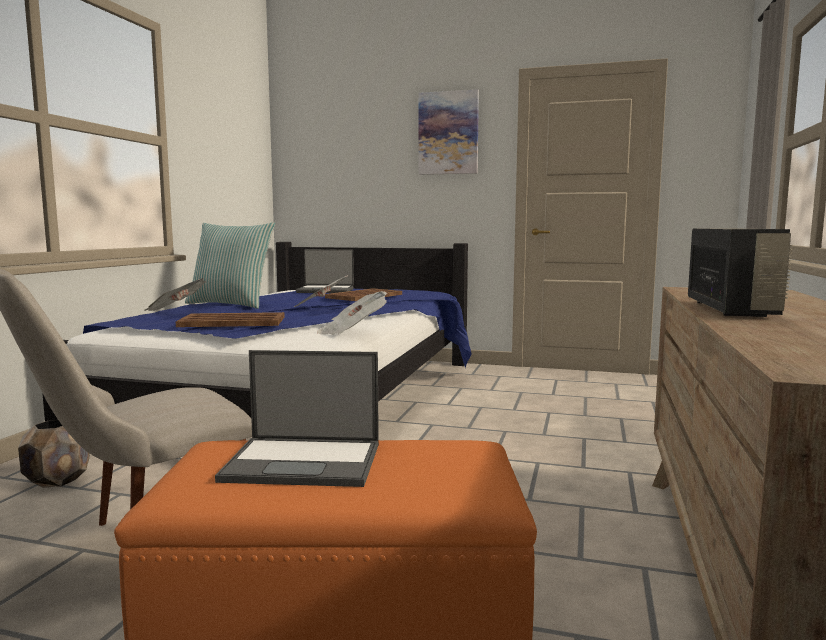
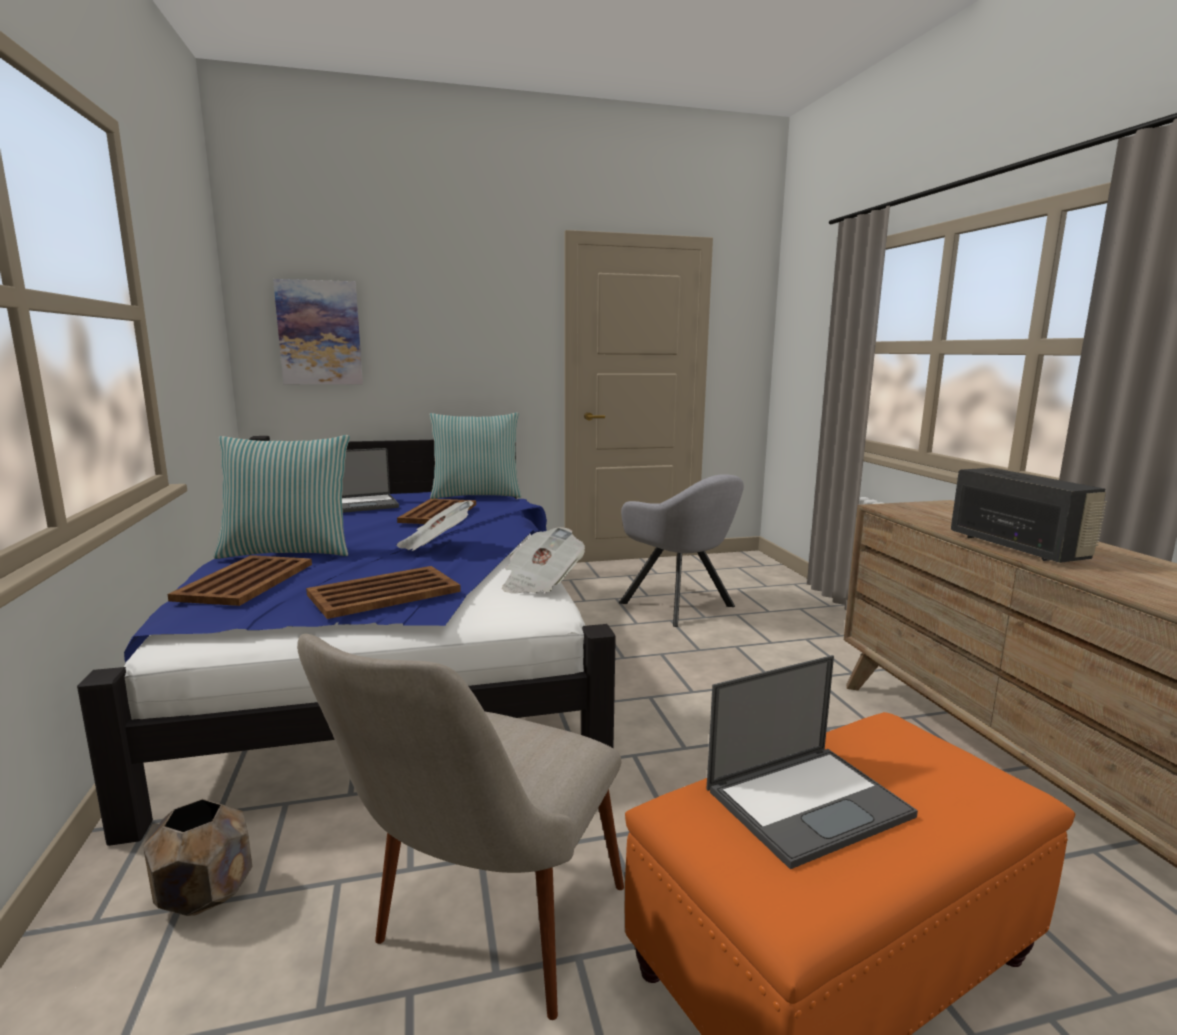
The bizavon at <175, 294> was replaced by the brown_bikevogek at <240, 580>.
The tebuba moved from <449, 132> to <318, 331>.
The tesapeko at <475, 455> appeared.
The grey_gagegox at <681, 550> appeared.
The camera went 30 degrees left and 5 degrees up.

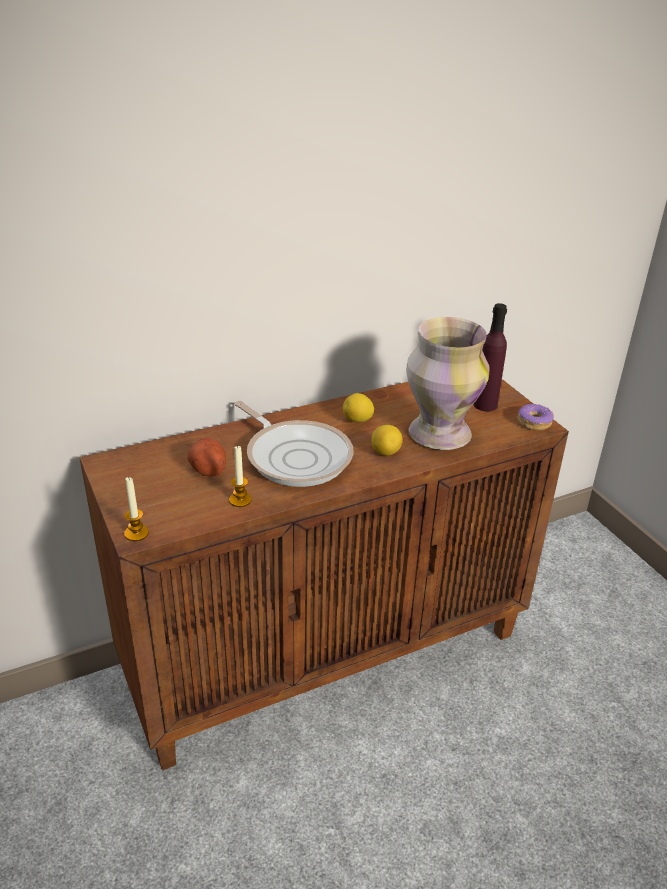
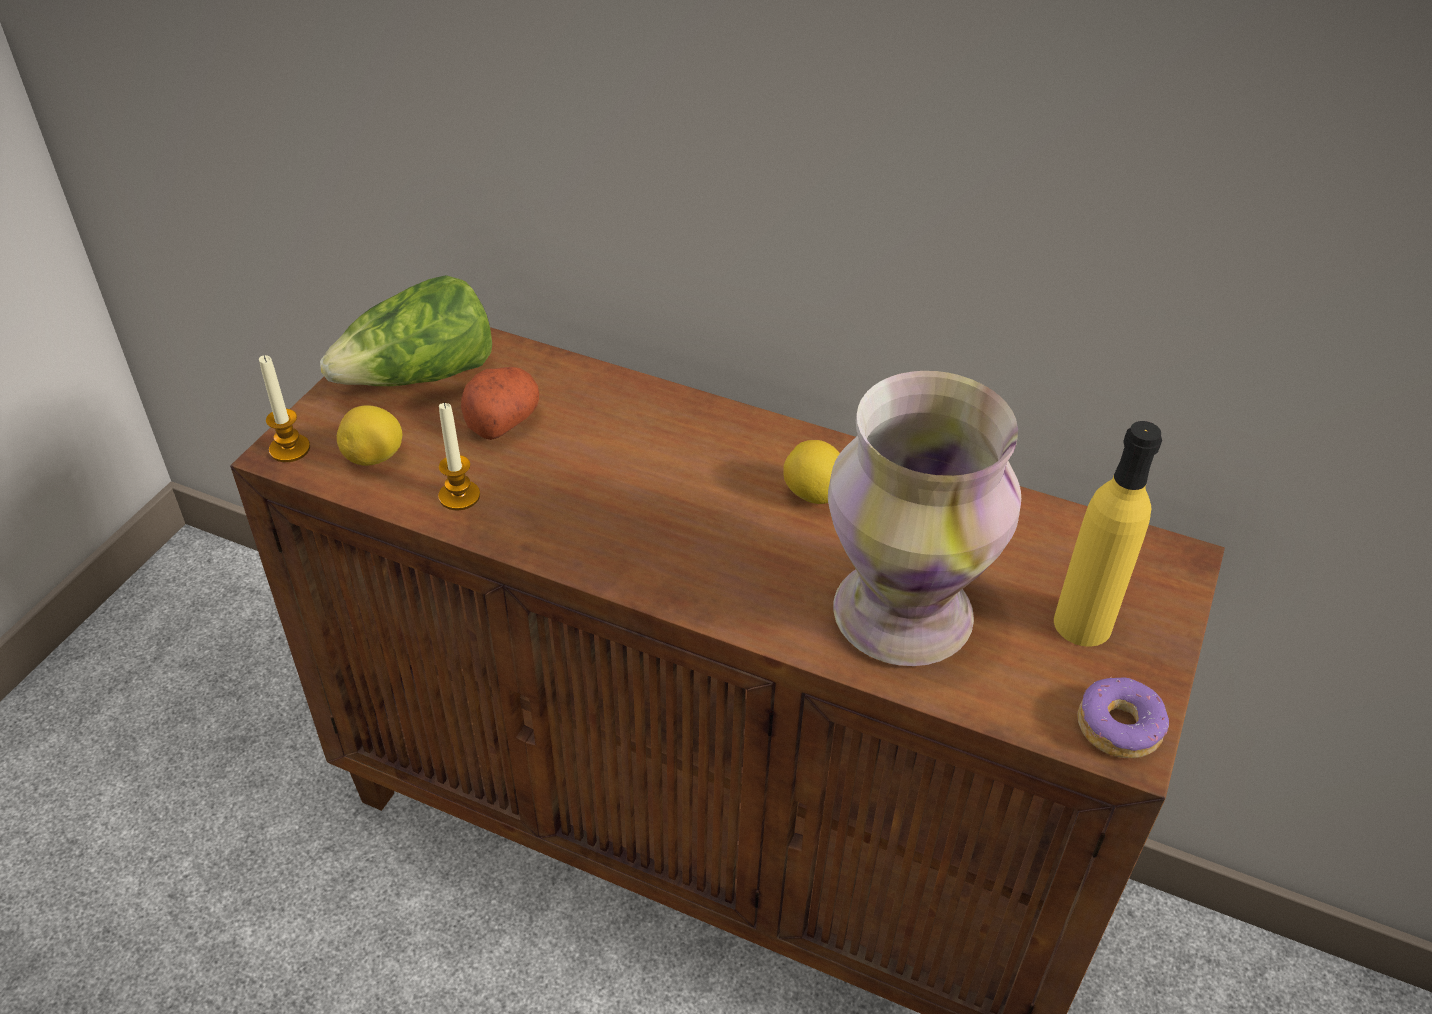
The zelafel at <406, 330> appeared.
The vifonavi moved from <387, 440> to <370, 435>.
The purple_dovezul at <490, 357> became the yellow_dovezul at <1108, 534>.
The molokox at <294, 444> disappeared.
The camera went 50 degrees right and 10 degrees up.

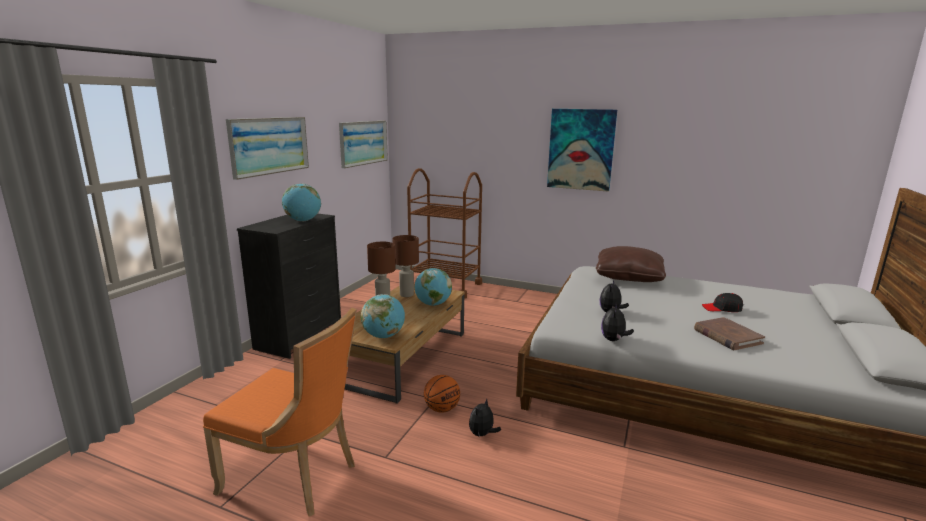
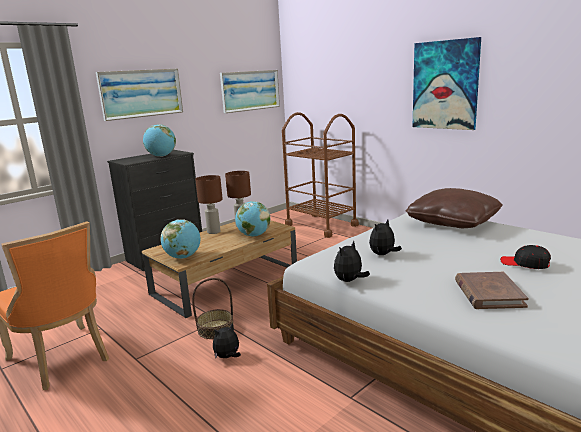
The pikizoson at <442, 394> was replaced by the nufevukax at <213, 308>.
The camera went 25 degrees right and 0 degrees up.

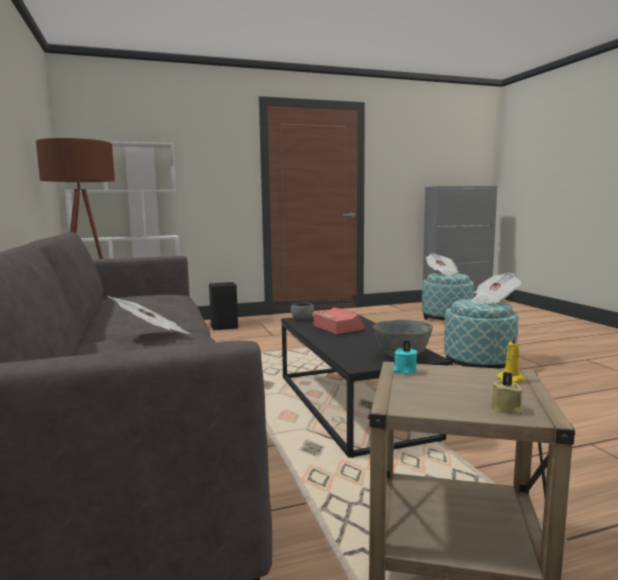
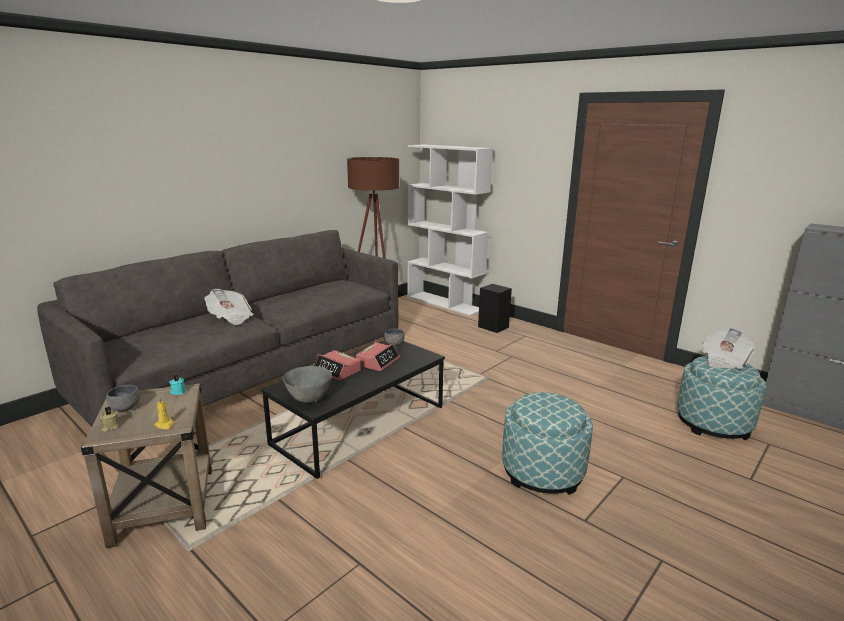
The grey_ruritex at <123, 398> appeared.
The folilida at <337, 365> appeared.
The bizavon at <496, 288> disappeared.
The camera went 60 degrees right and 10 degrees up.

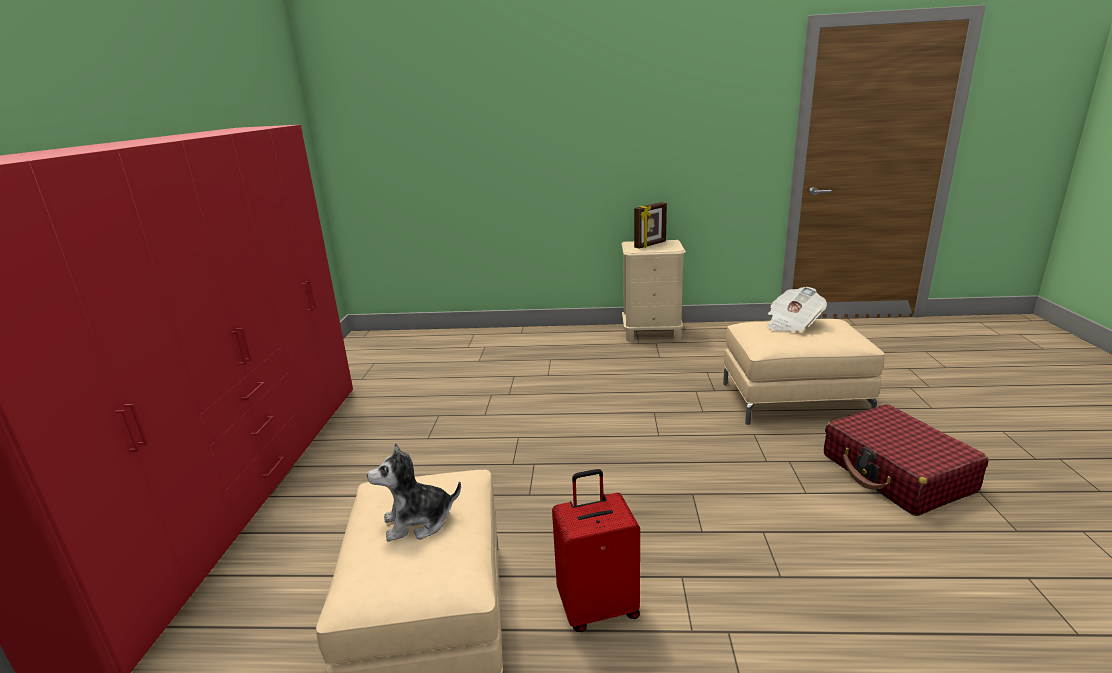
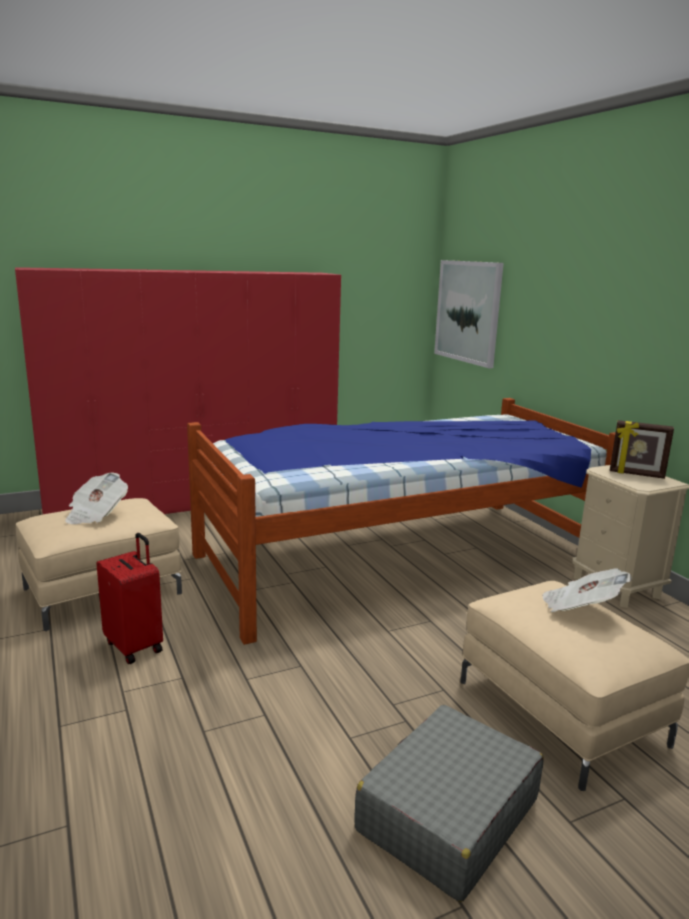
The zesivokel at <414, 492> was replaced by the bizavon at <96, 498>.
The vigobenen at <401, 521> appeared.
The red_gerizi at <906, 460> became the grey_gerizi at <449, 803>.
The tebuba at <469, 314> appeared.
The camera went 60 degrees right and 5 degrees down.

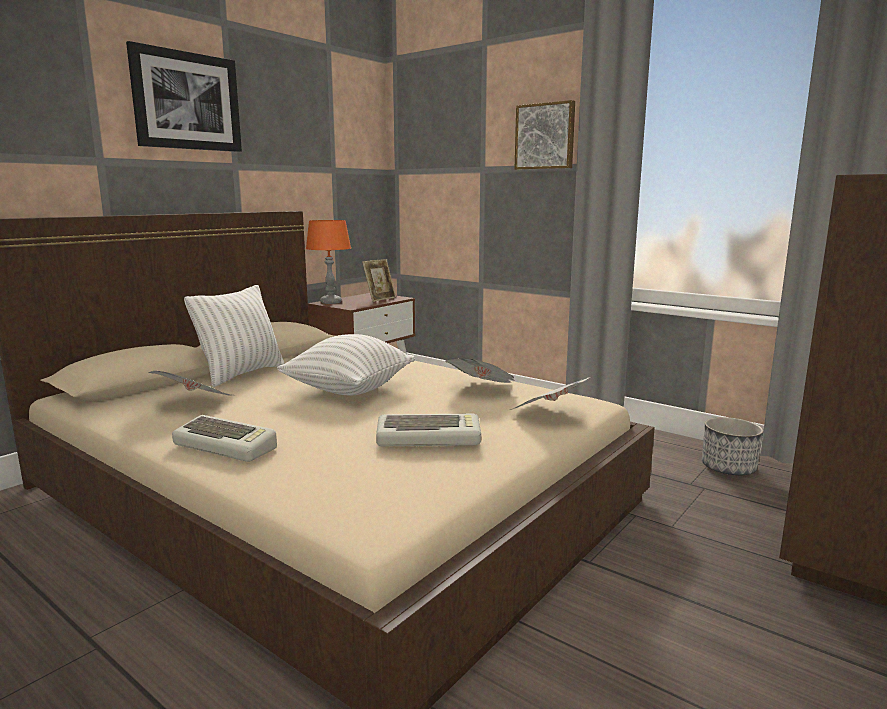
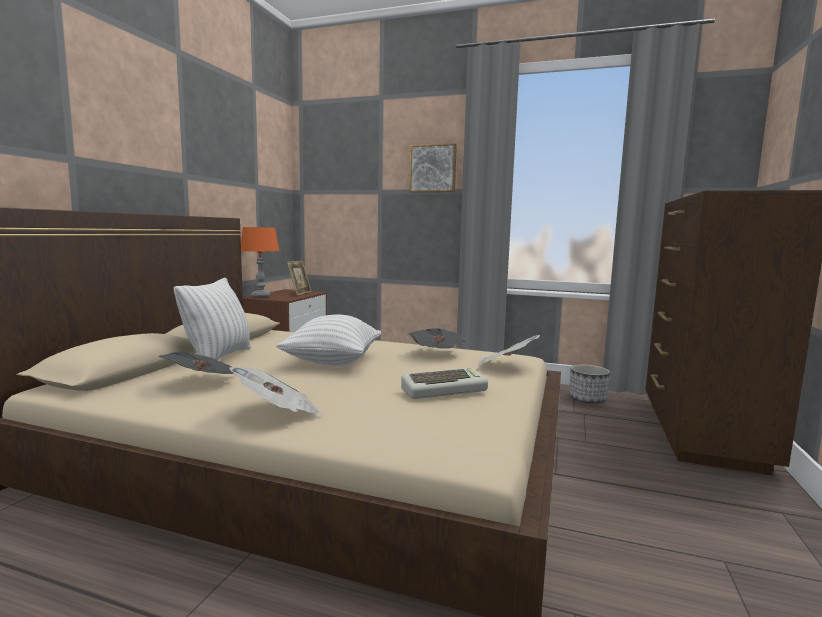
The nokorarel at <224, 438> was replaced by the bizavon at <275, 391>.
The tebuba at <184, 96> disappeared.
The camera went 20 degrees left and 5 degrees down.

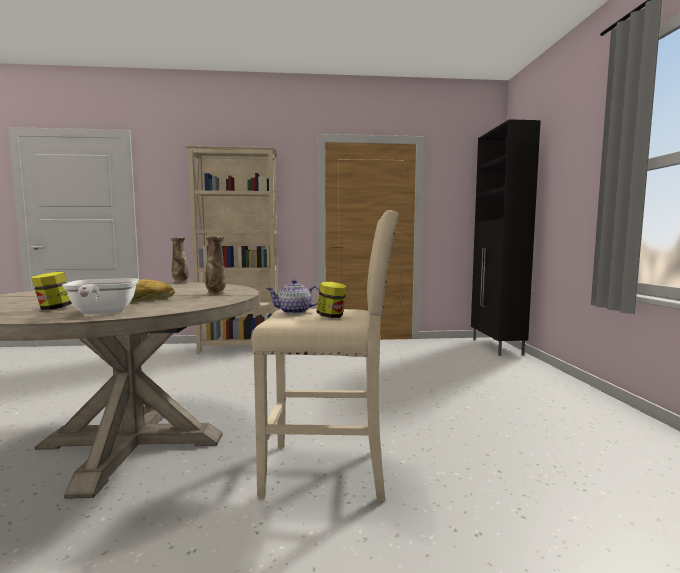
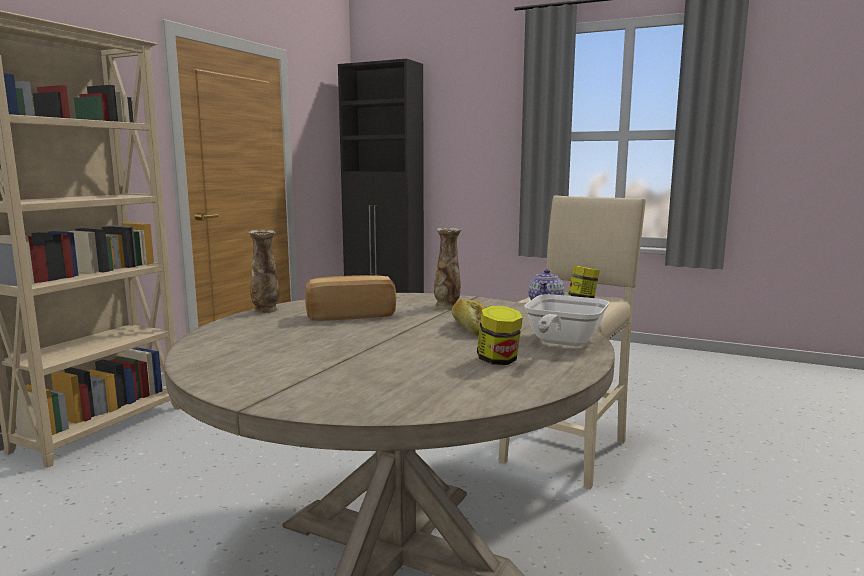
The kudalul at <351, 298> appeared.
The molokox at <100, 296> turned 105 degrees clockwise.
The camera went 60 degrees left and 5 degrees up.

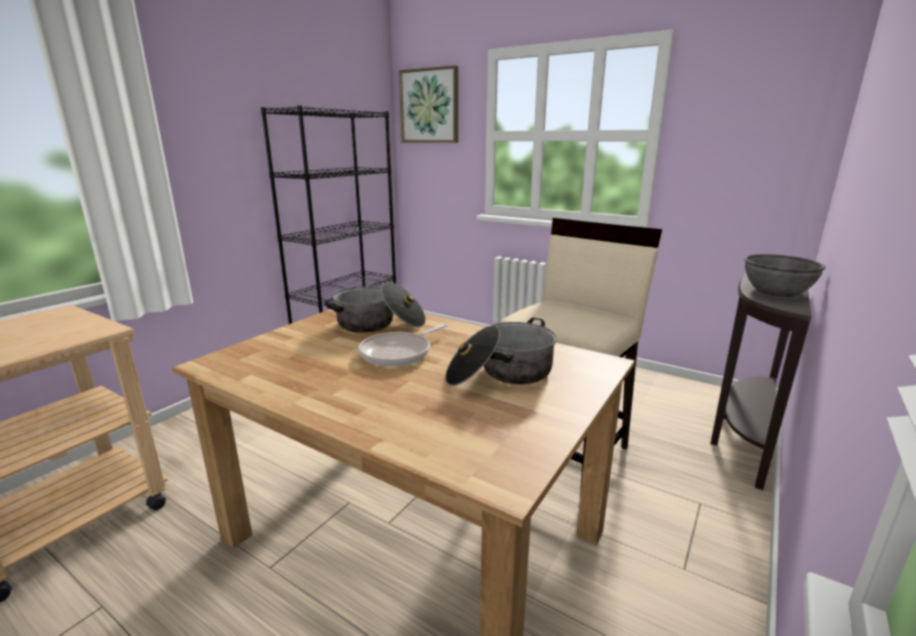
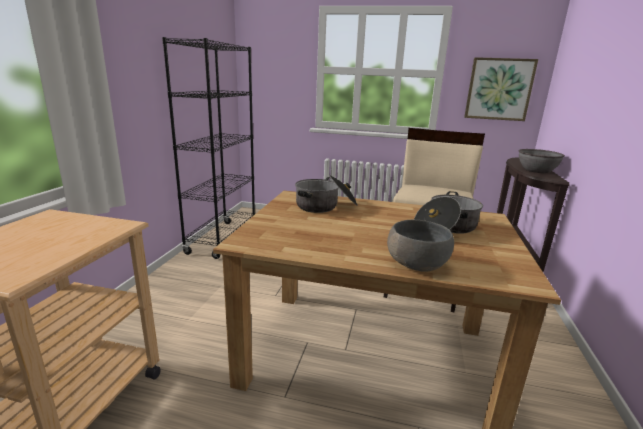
The grey_ruritex at <420, 246> appeared.
The tebuba moved from <428, 104> to <501, 89>.
The molokox at <403, 345> disappeared.
The camera went 20 degrees left and 0 degrees up.

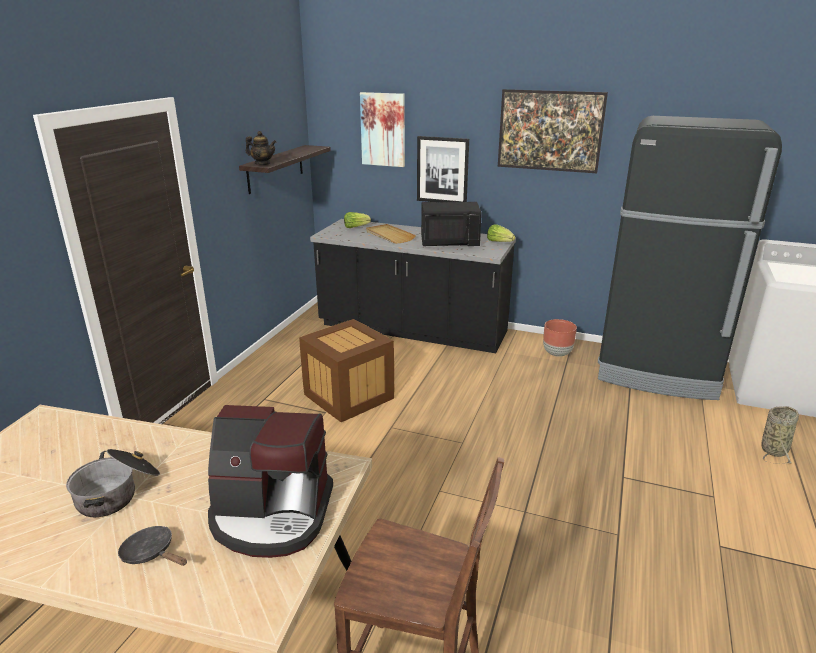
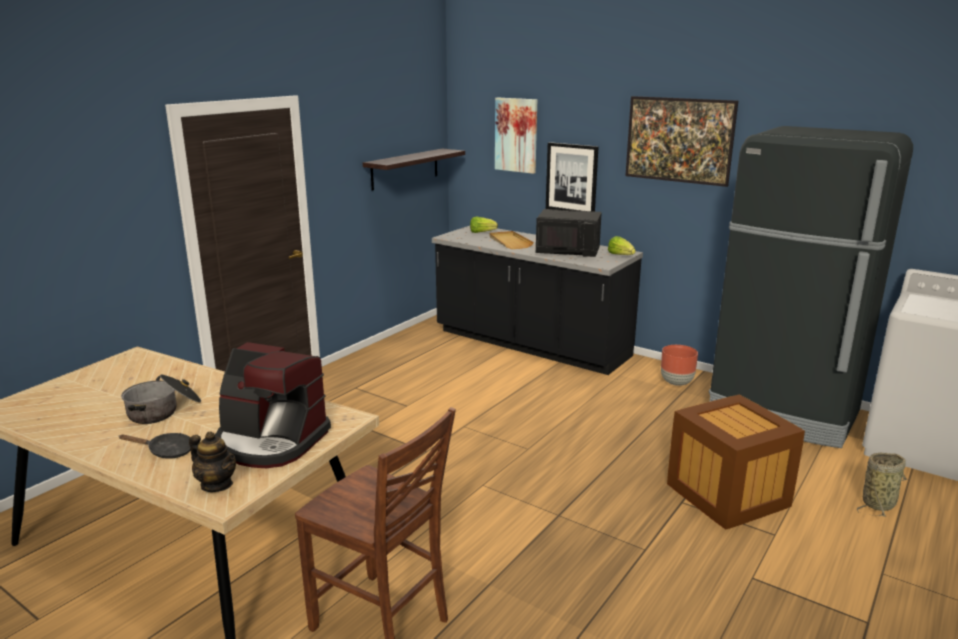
The black_molokox at <152, 546> turned 135 degrees clockwise.
The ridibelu moved from <261, 148> to <212, 461>.
The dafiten moved from <346, 370> to <736, 462>.
The camera went 15 degrees right and 5 degrees down.

